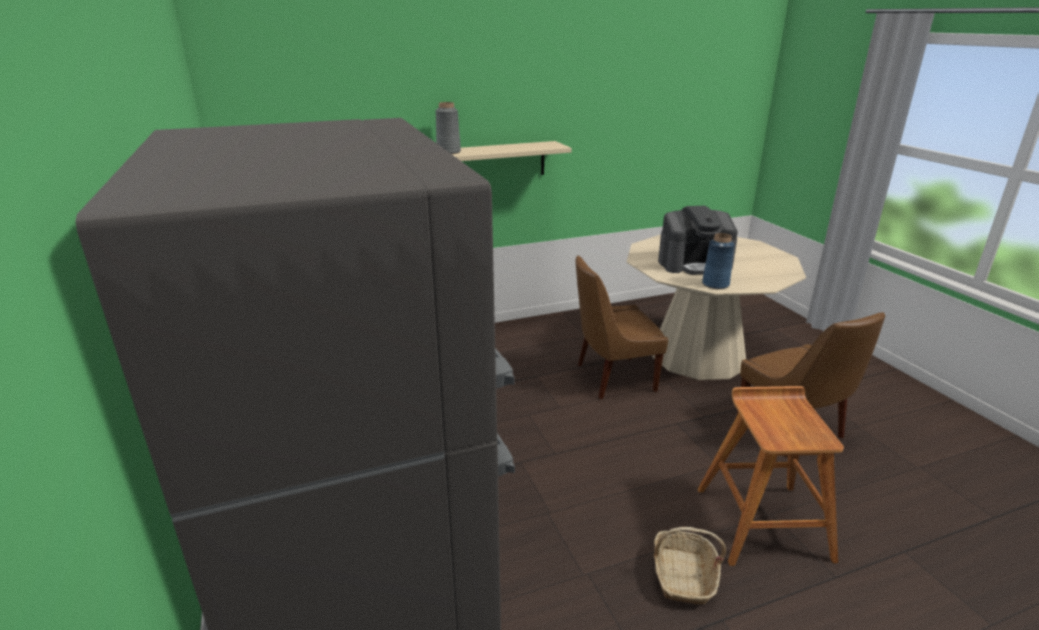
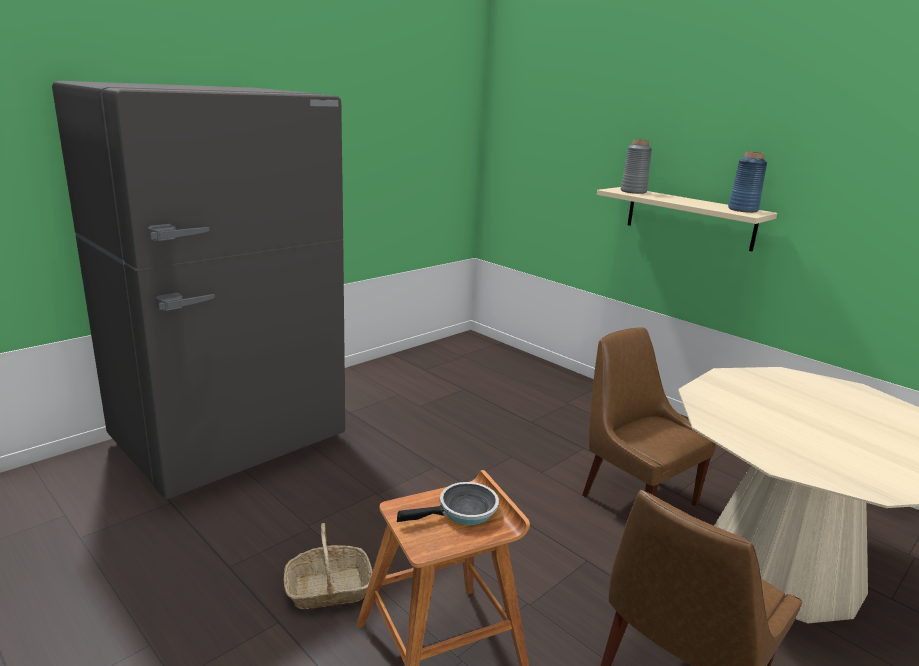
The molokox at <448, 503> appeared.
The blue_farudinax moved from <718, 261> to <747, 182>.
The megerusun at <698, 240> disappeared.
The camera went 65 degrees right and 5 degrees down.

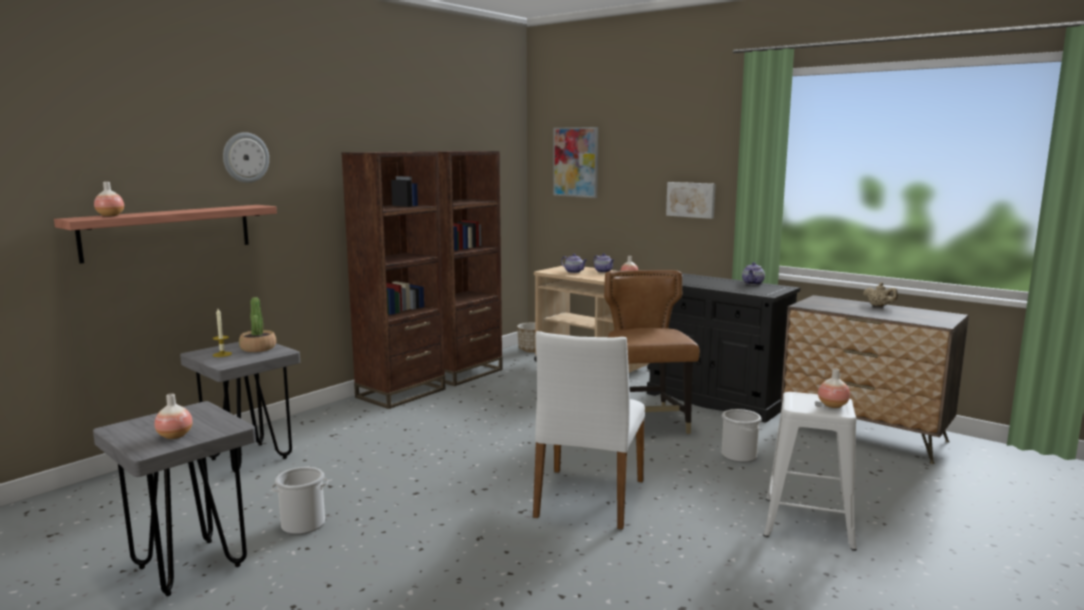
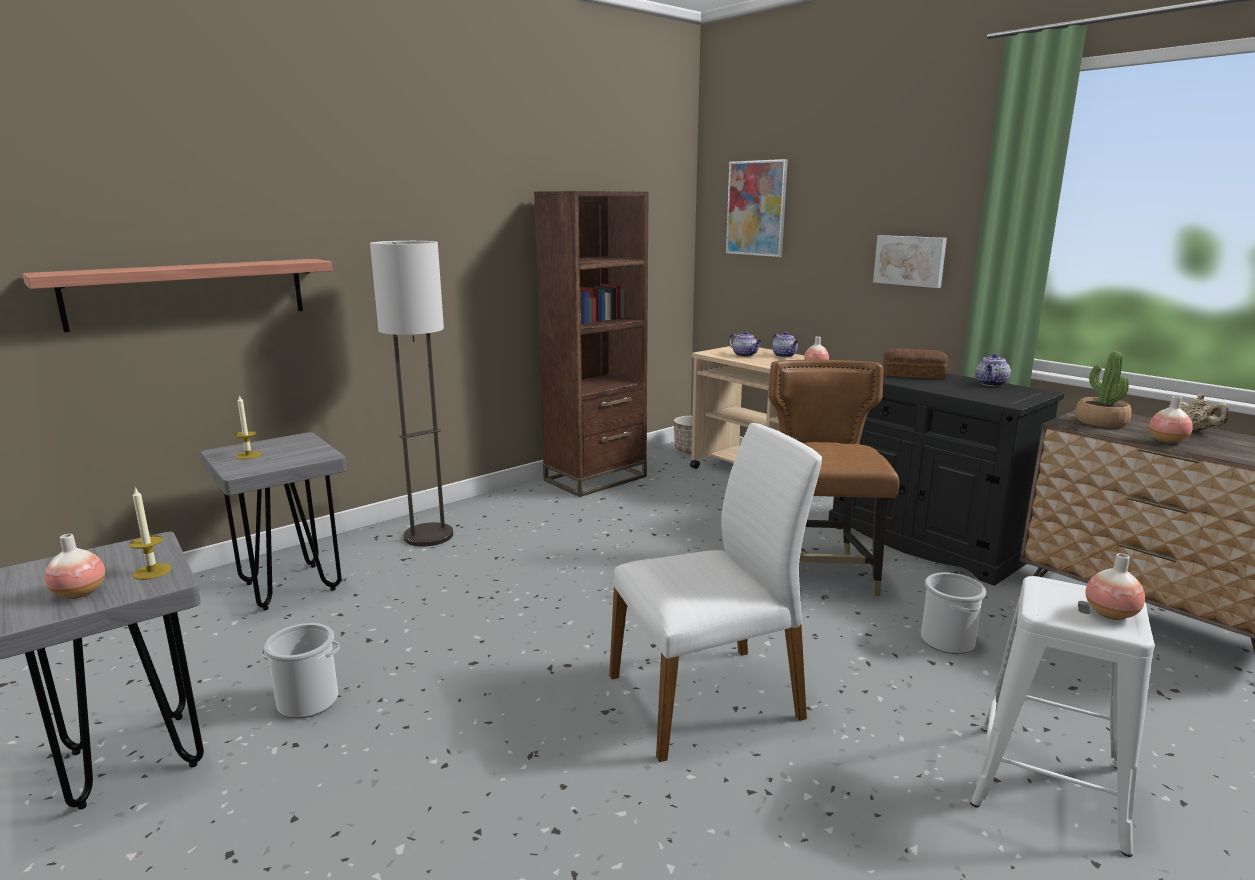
The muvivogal at <150, 533> appeared.
The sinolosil at <411, 394> appeared.
The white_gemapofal at <589, 430> turned 135 degrees counterclockwise.
The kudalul at <915, 363> appeared.
The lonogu moved from <257, 324> to <1103, 389>.
The farudinax moved from <109, 199> to <1171, 420>.
The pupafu at <246, 157> disappeared.
The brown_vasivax at <393, 280> disappeared.
The camera went 10 degrees right and 5 degrees up.

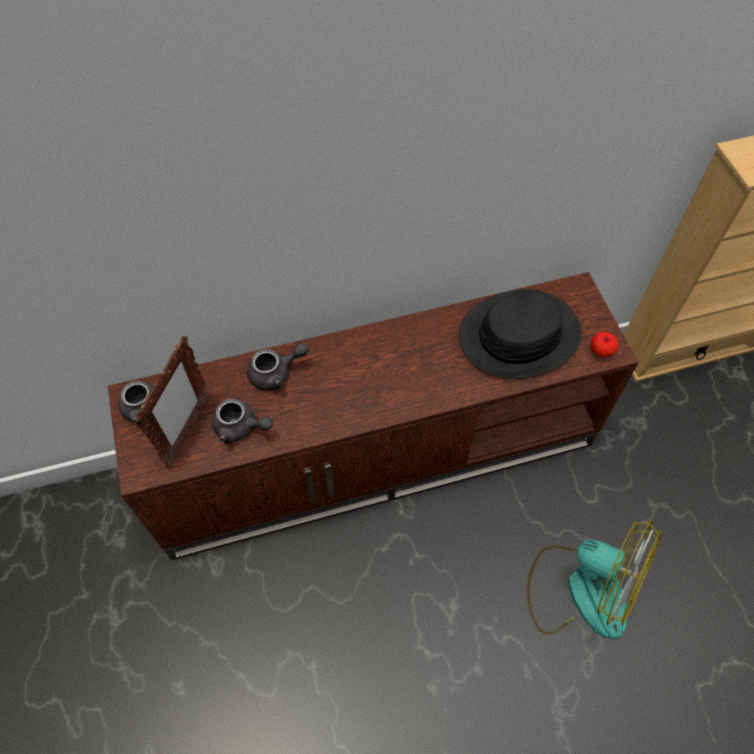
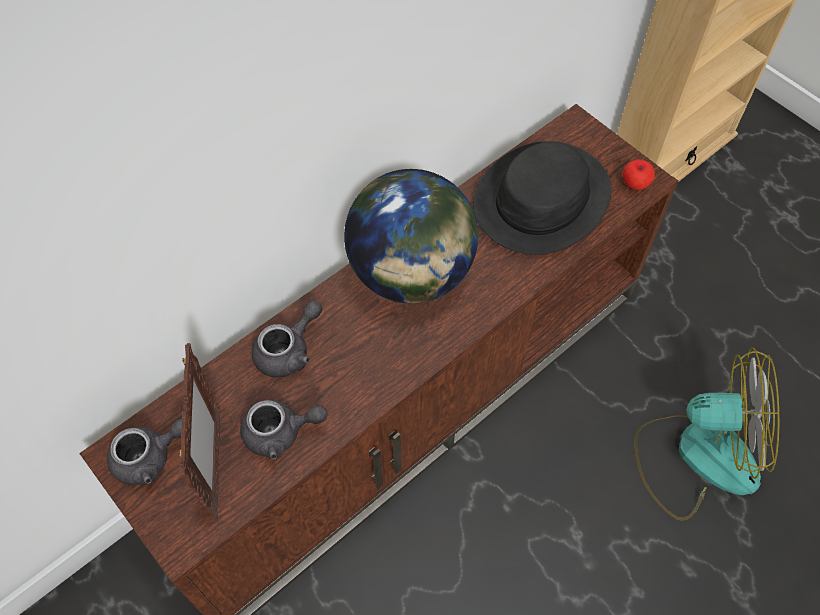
The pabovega at <411, 236> appeared.
The camera went 25 degrees left and 0 degrees up.

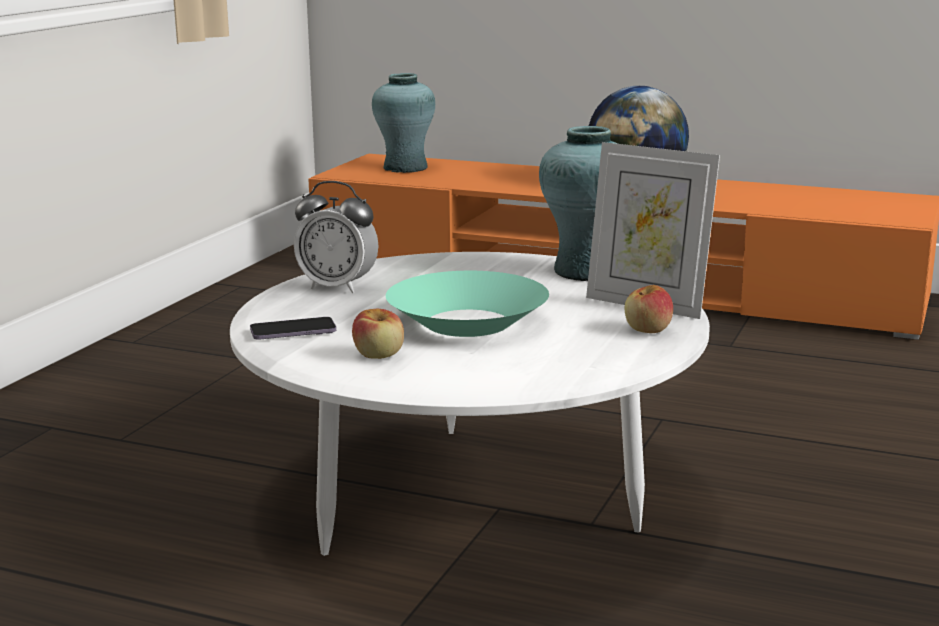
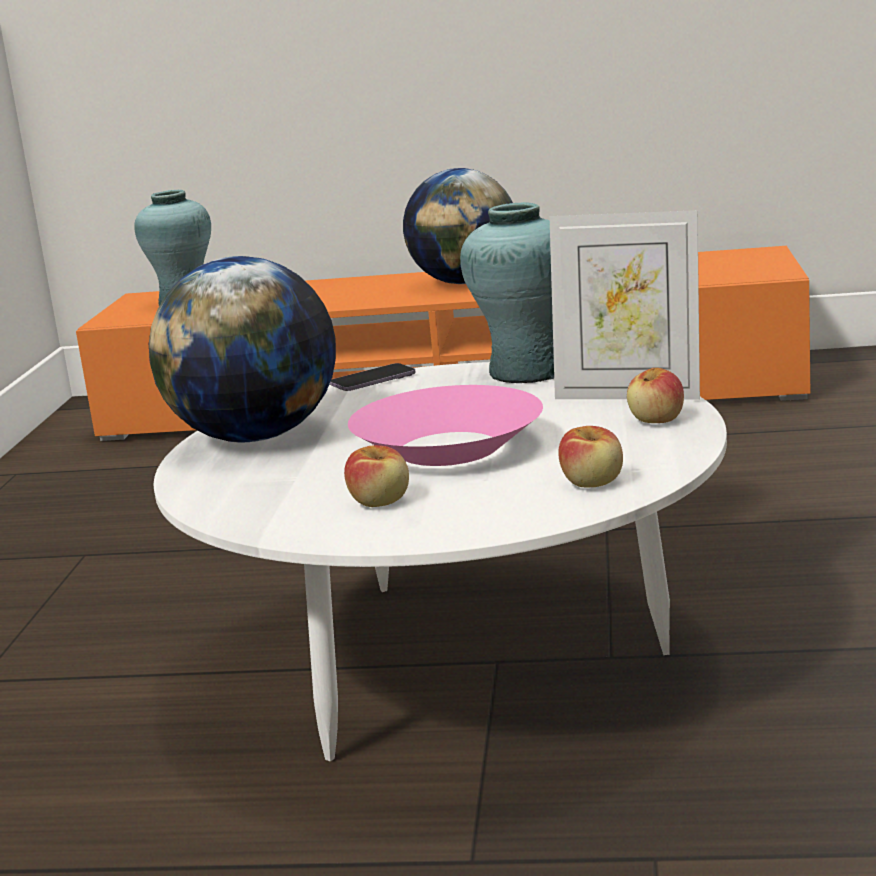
The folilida at <336, 237> was replaced by the pabovega at <242, 349>.
The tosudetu moved from <293, 328> to <373, 377>.
The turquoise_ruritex at <467, 304> became the pink_ruritex at <445, 425>.
The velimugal at <590, 457> appeared.
The camera went 15 degrees left and 0 degrees up.

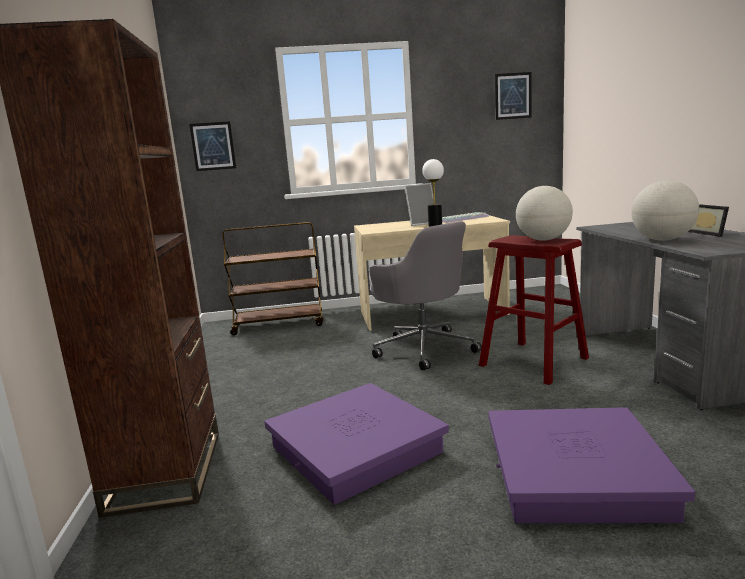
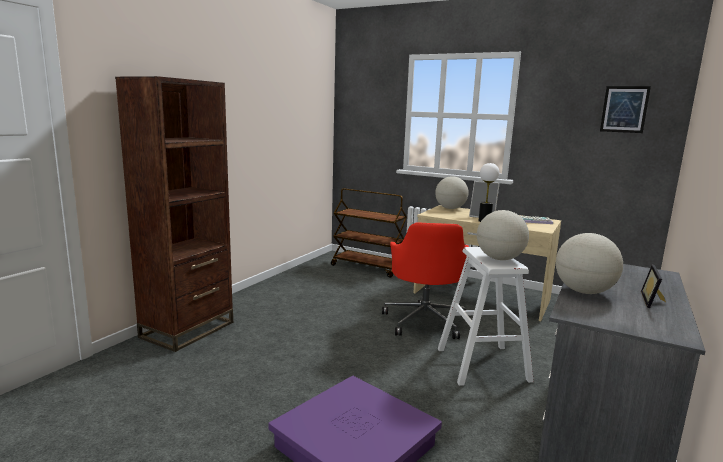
The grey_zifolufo at <425, 296> became the red_zifolufo at <425, 280>.
The pabovega at <452, 192> appeared.
The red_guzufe at <534, 310> became the white_guzufe at <486, 316>.
The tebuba at <212, 146> disappeared.
The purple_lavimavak at <356, 444> disappeared.
The camera went 35 degrees right and 0 degrees up.

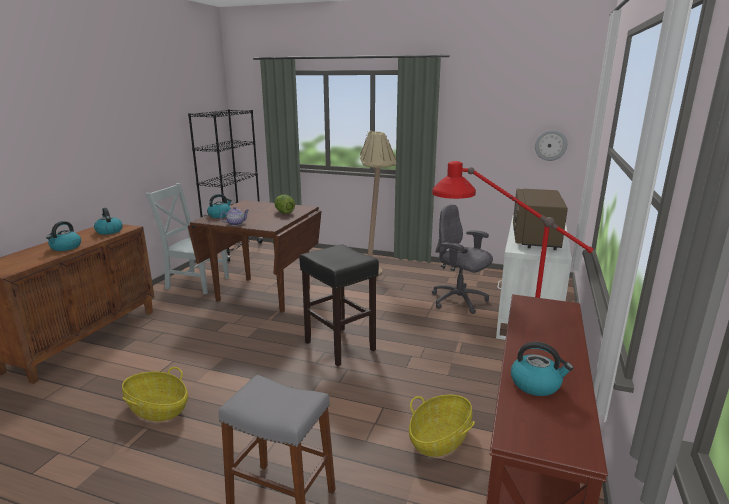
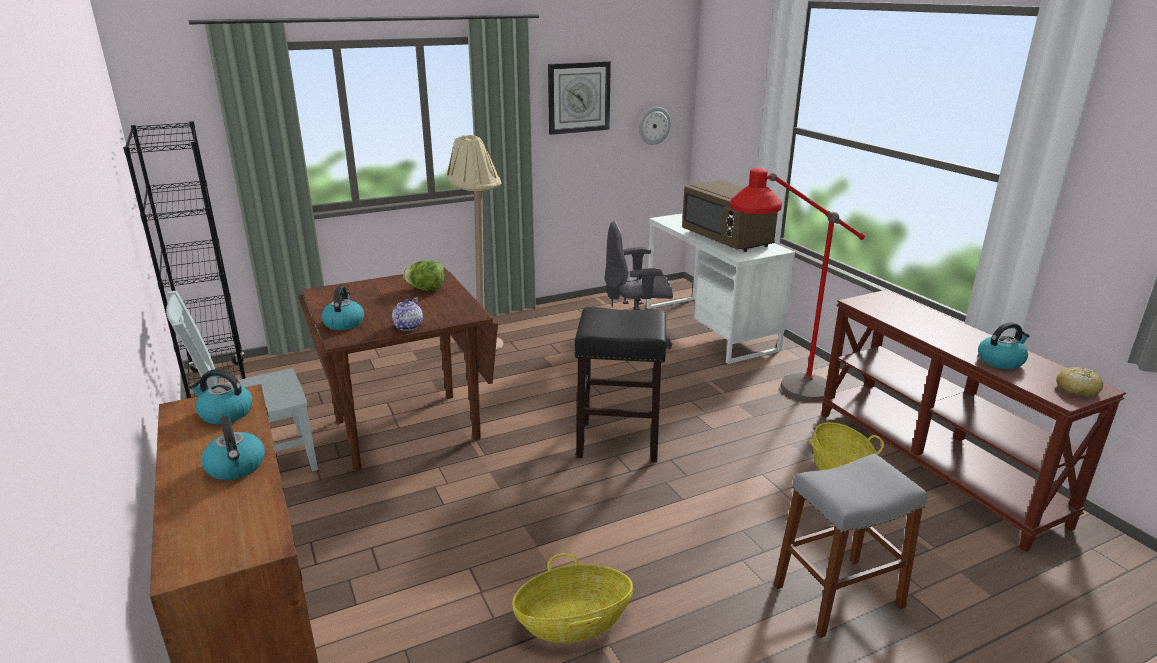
The pupafu at <579, 98> appeared.
The kudalul at <1079, 382> appeared.
The camera went 45 degrees left and 5 degrees up.

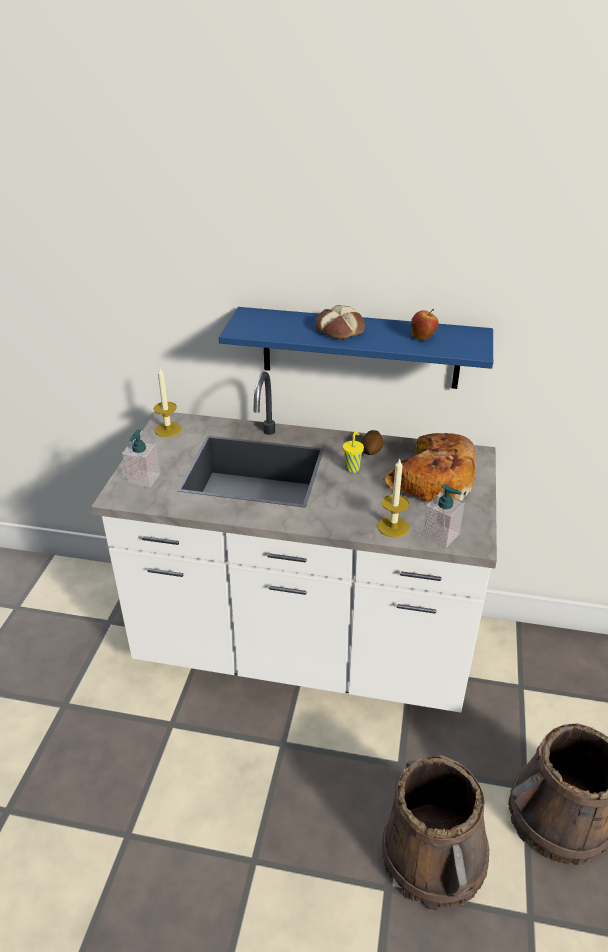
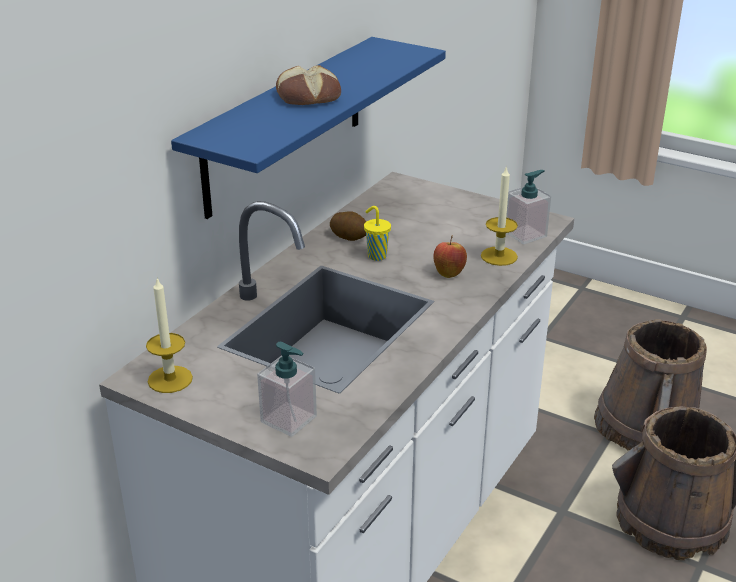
The velimugal moved from <424, 325> to <450, 257>.
The kudalul at <430, 467> disappeared.
The camera went 70 degrees left and 5 degrees down.

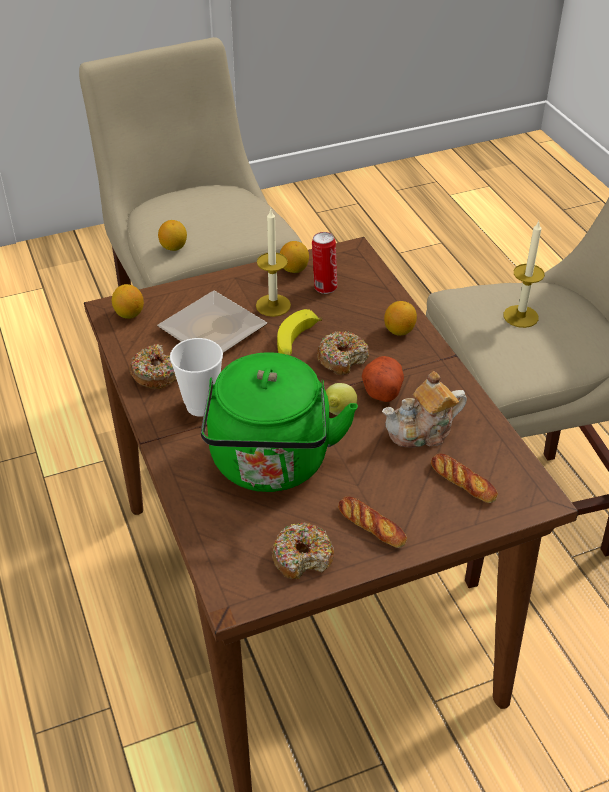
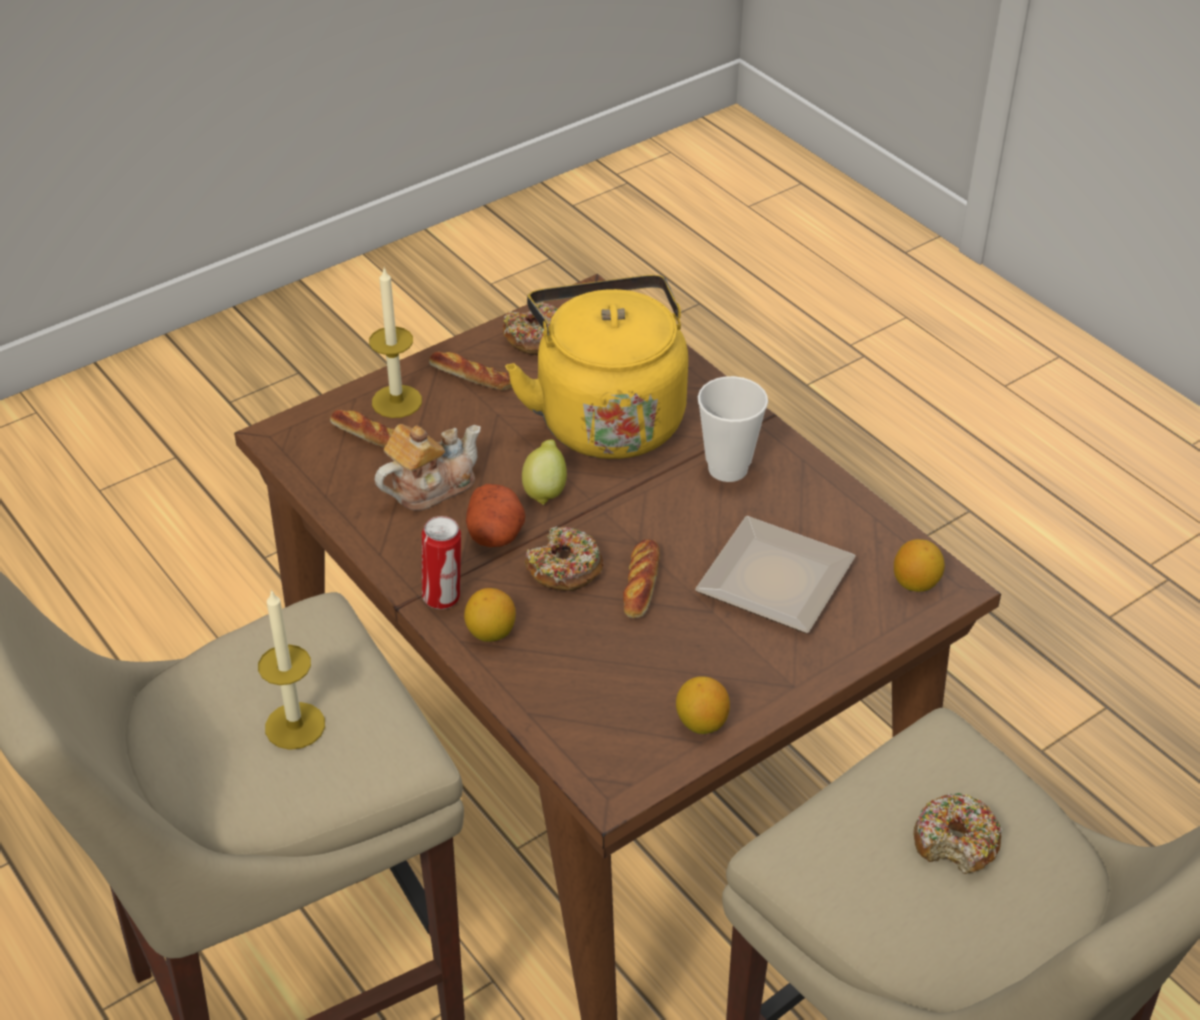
The muvivogal moved from <273, 263> to <395, 342>.
The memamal moved from <324, 263> to <441, 562>.
The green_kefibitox at <279, 422> became the yellow_kefibitox at <596, 367>.
The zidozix at <299, 332> was replaced by the kudalul at <641, 578>.
The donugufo moved from <153, 366> to <958, 833>.
The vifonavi at <172, 235> disappeared.
The camera went 165 degrees right and 0 degrees up.

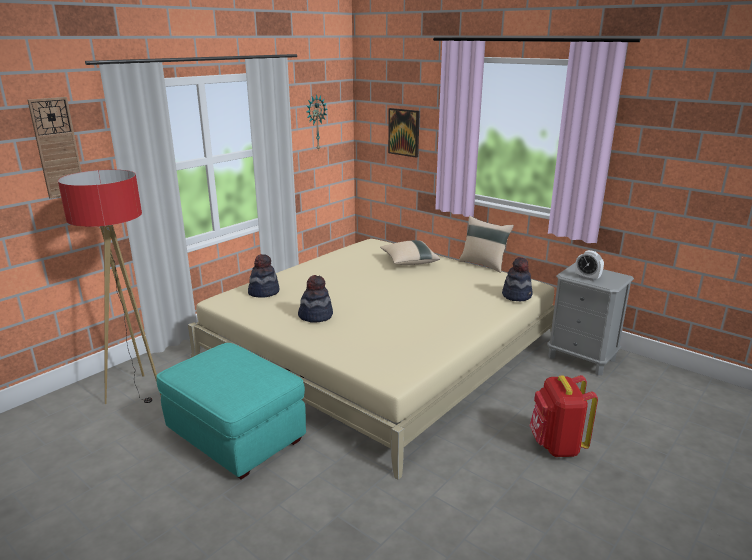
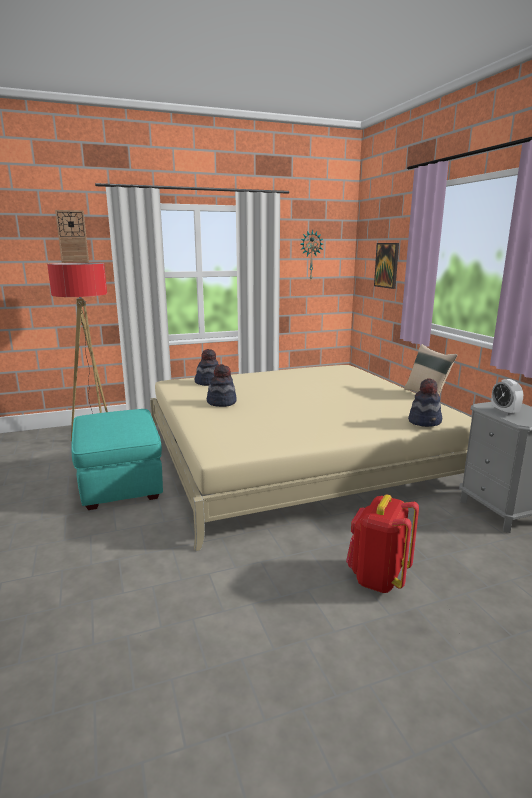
The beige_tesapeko at <410, 252> disappeared.
The camera went 30 degrees right and 5 degrees down.

